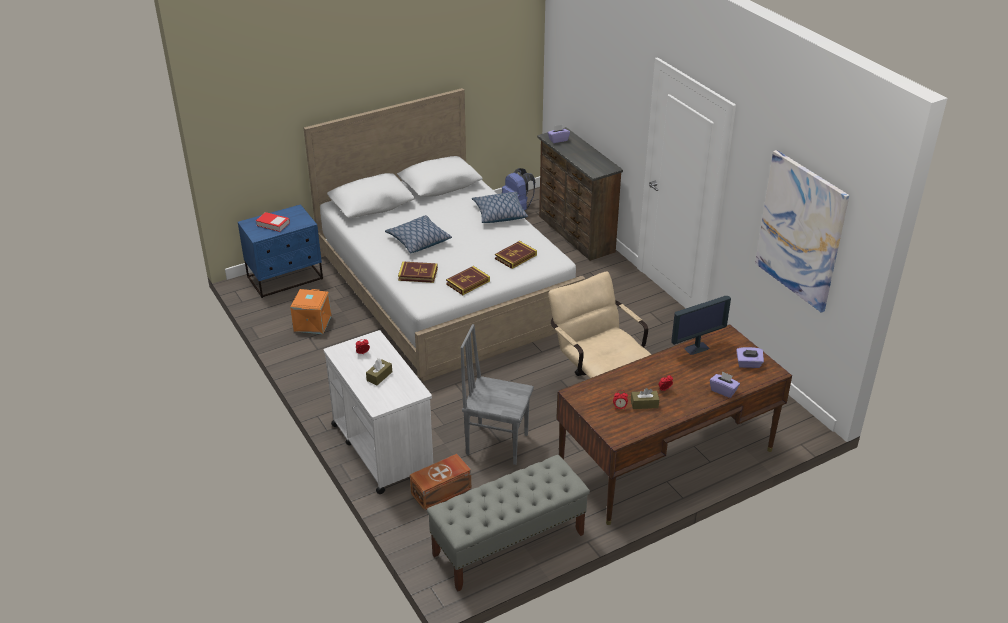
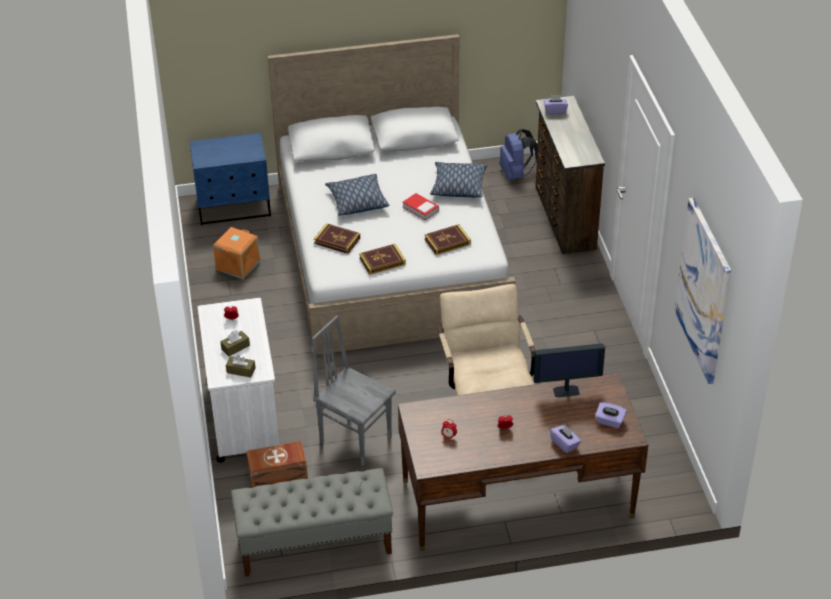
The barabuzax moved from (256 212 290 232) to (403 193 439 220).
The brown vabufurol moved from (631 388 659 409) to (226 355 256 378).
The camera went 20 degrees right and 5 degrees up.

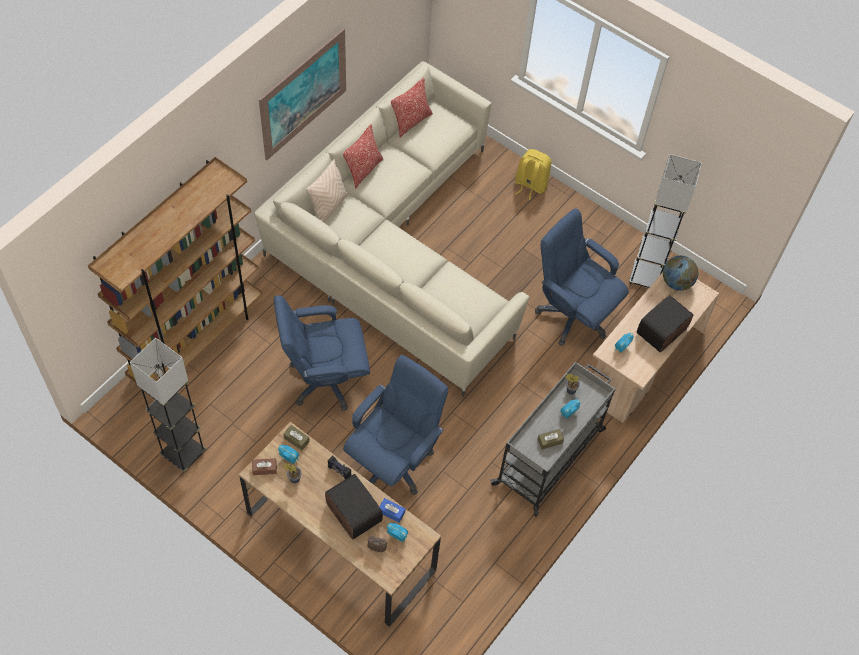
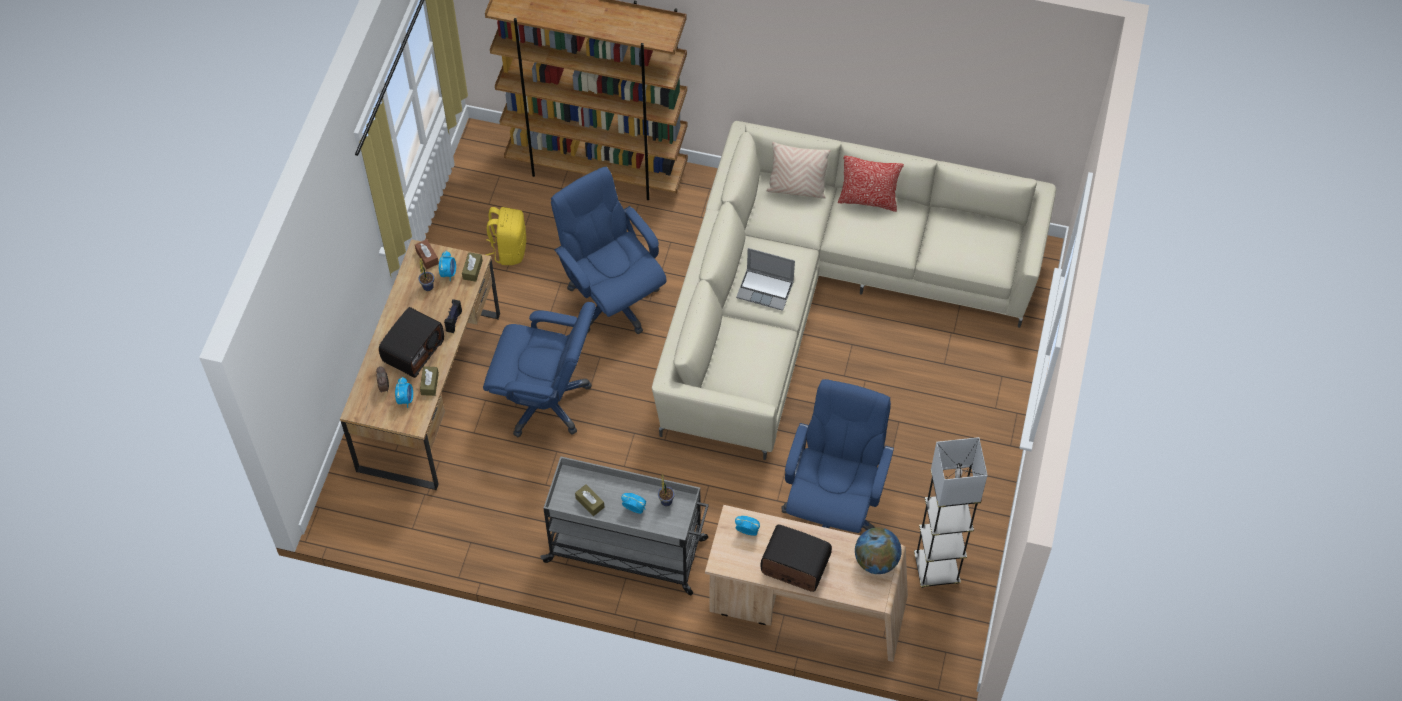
The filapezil at (259 28 346 160) disappeared.
The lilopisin at (391 78 433 138) disappeared.
The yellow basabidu moved from (515 149 551 200) to (485 207 527 265).
The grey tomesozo at (130 338 206 472) disappeared.
The blue vabufurol at (379 498 405 523) became the brown vabufurol at (420 366 439 396).
The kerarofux at (736 248 795 311) appeared.
The camera went 70 degrees right and 0 degrees up.

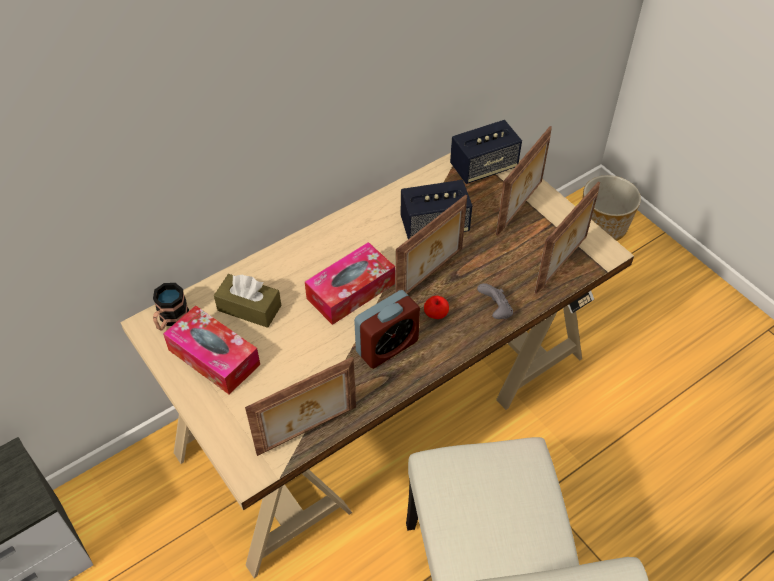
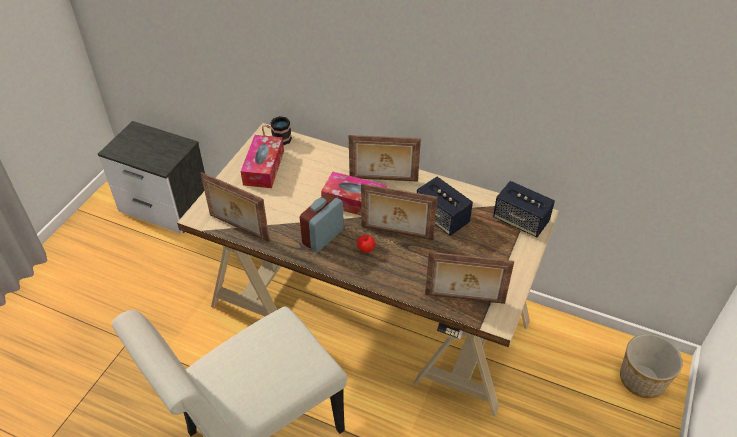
The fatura moved from (496 126 552 236) to (349 135 421 182).
The brown vabufurol at (214 274 281 328) disappeared.
The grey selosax at (477 283 513 319) disappeared.
The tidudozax at (354 290 420 369) turned 105 degrees clockwise.
The camera went 60 degrees right and 5 degrees down.

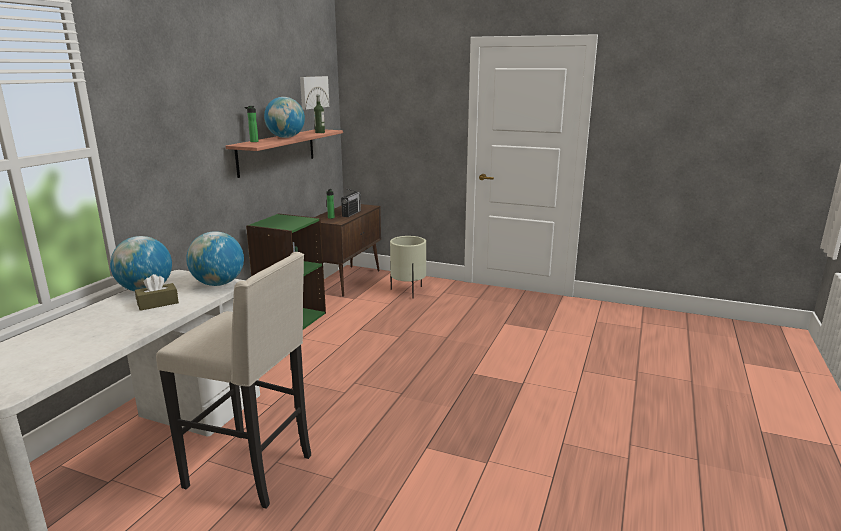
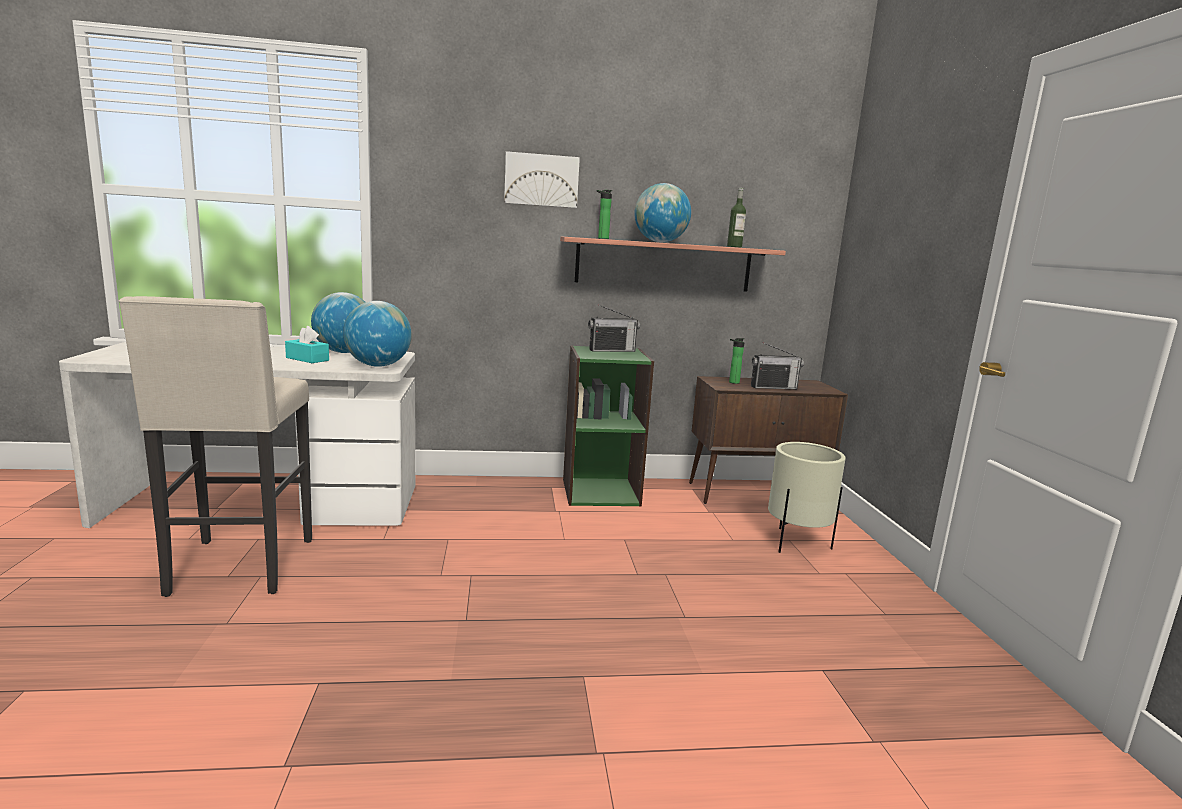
The filapezil moved from (300 76 330 110) to (504 151 580 208).
The brown vabufurol at (135 274 179 311) became the turquoise vabufurol at (285 326 329 363).
The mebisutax at (588 304 640 352) appeared.
The camera went 60 degrees right and 5 degrees down.

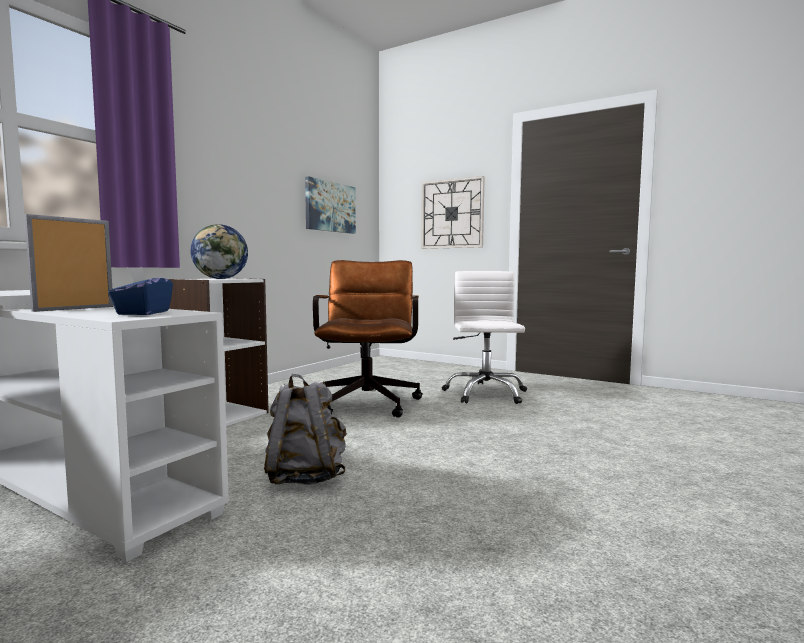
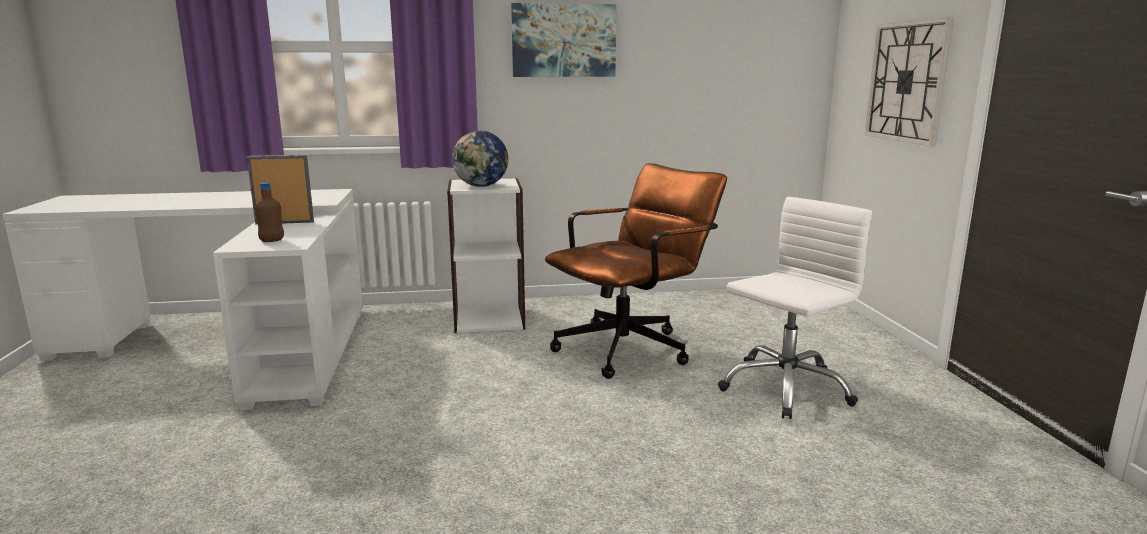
The filapezil moved from (305 176 356 234) to (511 3 617 77).
The blue vabufurol at (108 267 173 315) was replaced by the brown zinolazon at (255 182 284 242).
The grey basabidu at (264 374 347 485) disappeared.
The camera went 50 degrees right and 10 degrees up.

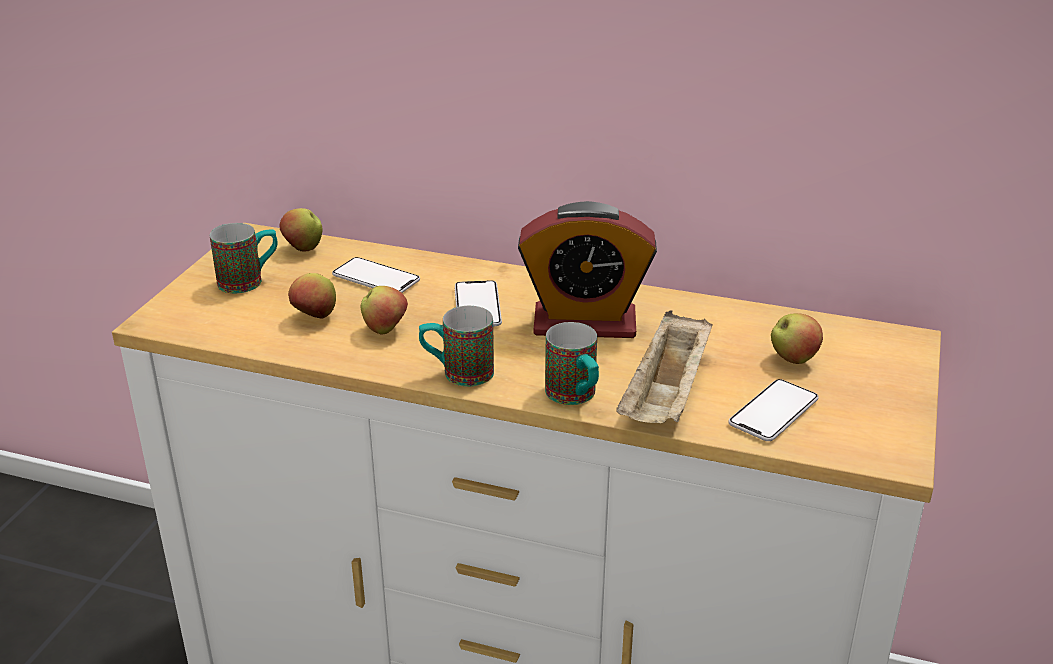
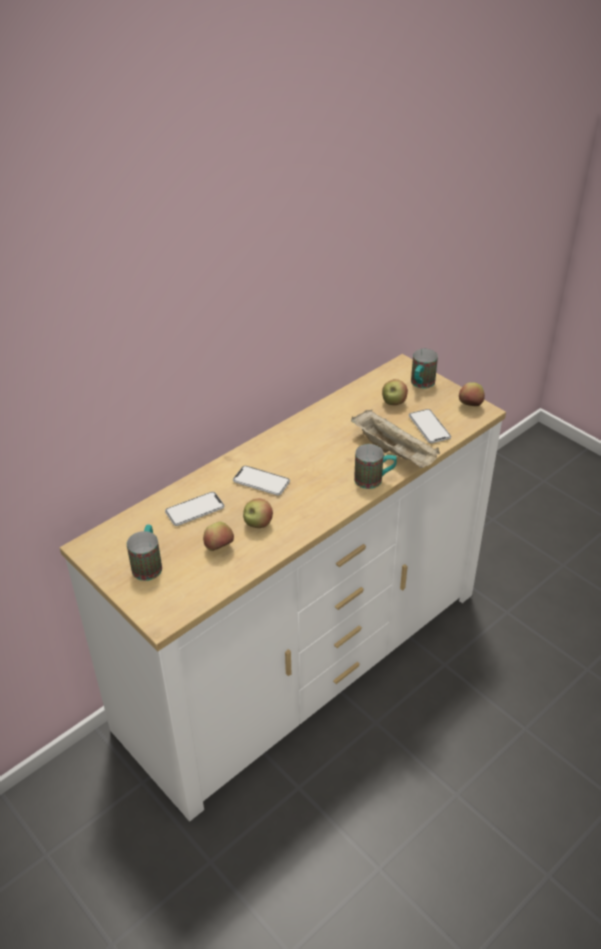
The tidudozax at (518 201 657 338) disappeared.
The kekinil moved from (279 208 323 251) to (459 382 485 406).
The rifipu moved from (419 306 494 386) to (411 349 438 389).
The camera went 60 degrees left and 10 degrees up.

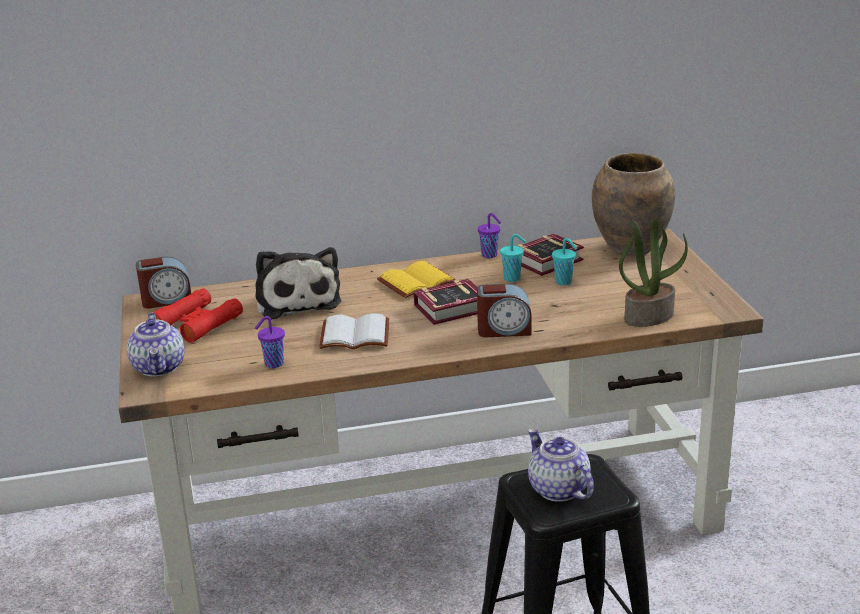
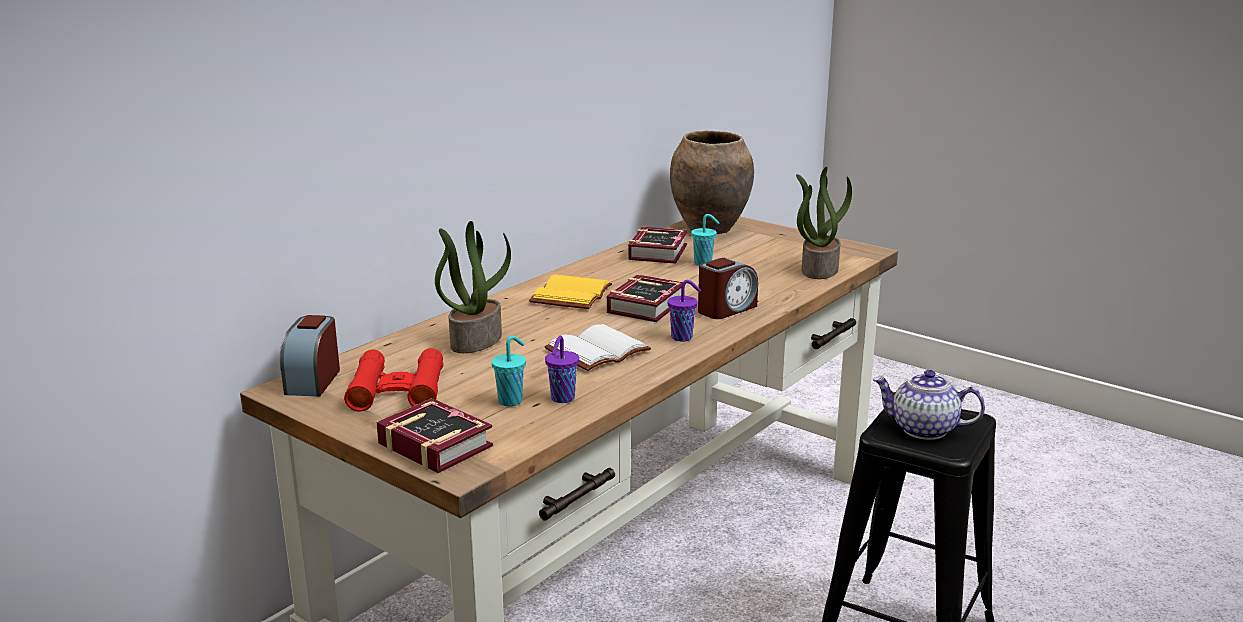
The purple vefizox moved from (478 213 501 258) to (667 280 701 342).
The turquoise vefizox moved from (500 234 526 282) to (491 336 526 406).
The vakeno at (255 247 342 320) was replaced by the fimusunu at (435 221 511 353).
The tidudozax at (136 257 191 309) turned 150 degrees clockwise.
The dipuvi at (127 313 185 377) was replaced by the barabuzax at (377 398 493 473).
The camera went 40 degrees left and 5 degrees down.

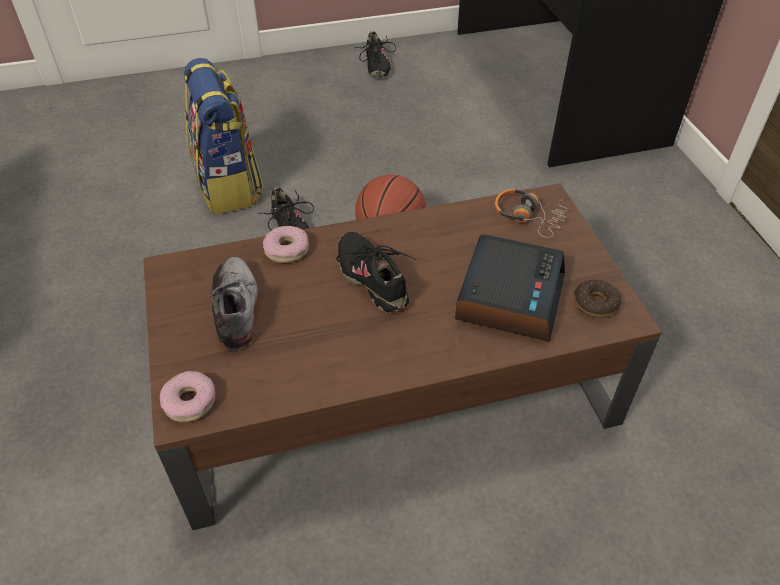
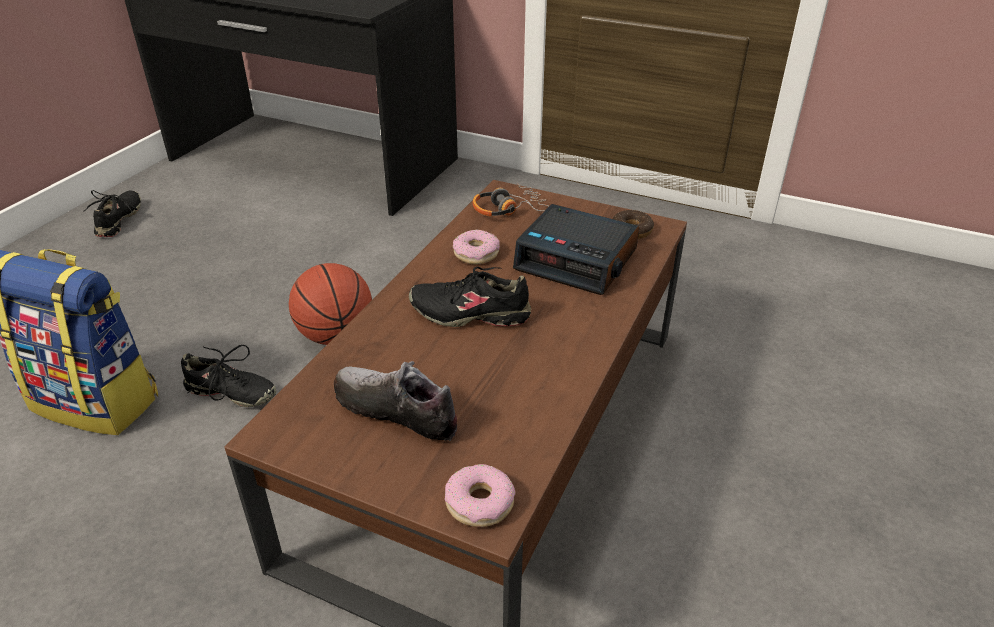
The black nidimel at (355 31 396 77) turned 120 degrees counterclockwise.
The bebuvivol moved from (263 226 309 263) to (453 230 500 264).
The tidudozax at (455 234 565 342) turned 150 degrees clockwise.
The camera went 50 degrees left and 10 degrees down.

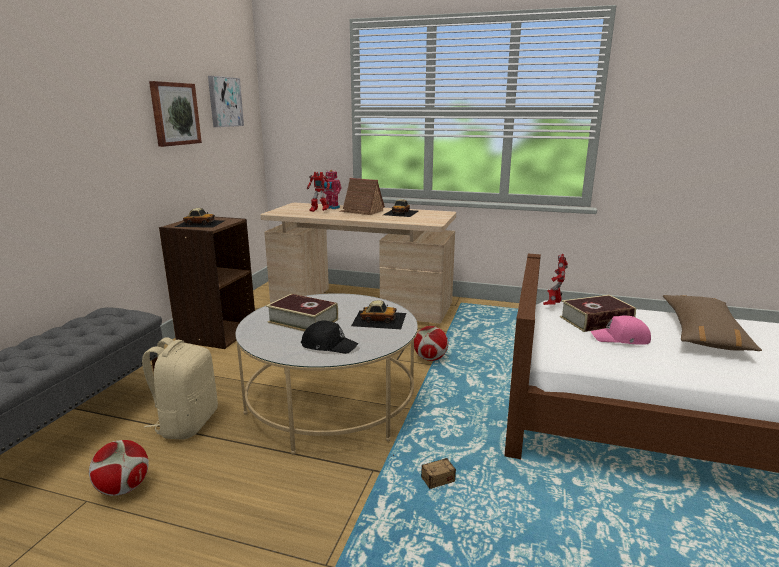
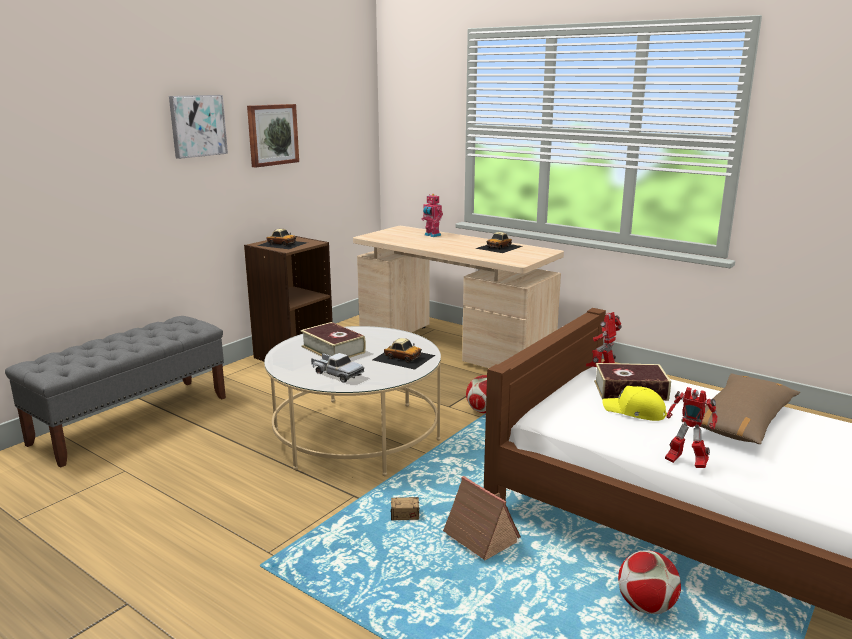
The filapezil moved from (208 76 244 127) to (169 95 228 159).
The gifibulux moved from (307 172 330 212) to (665 387 718 468).
The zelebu moved from (339 178 385 215) to (443 476 521 561).
The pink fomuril at (591 315 651 345) became the yellow fomuril at (602 386 667 421).
The black fomuril at (301 321 359 354) was replaced by the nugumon at (311 353 364 383).
The beige basabidu at (142 337 218 440) disappeared.
The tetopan moved from (89 440 149 496) to (618 550 681 614).
The camera went 20 degrees right and 0 degrees up.

